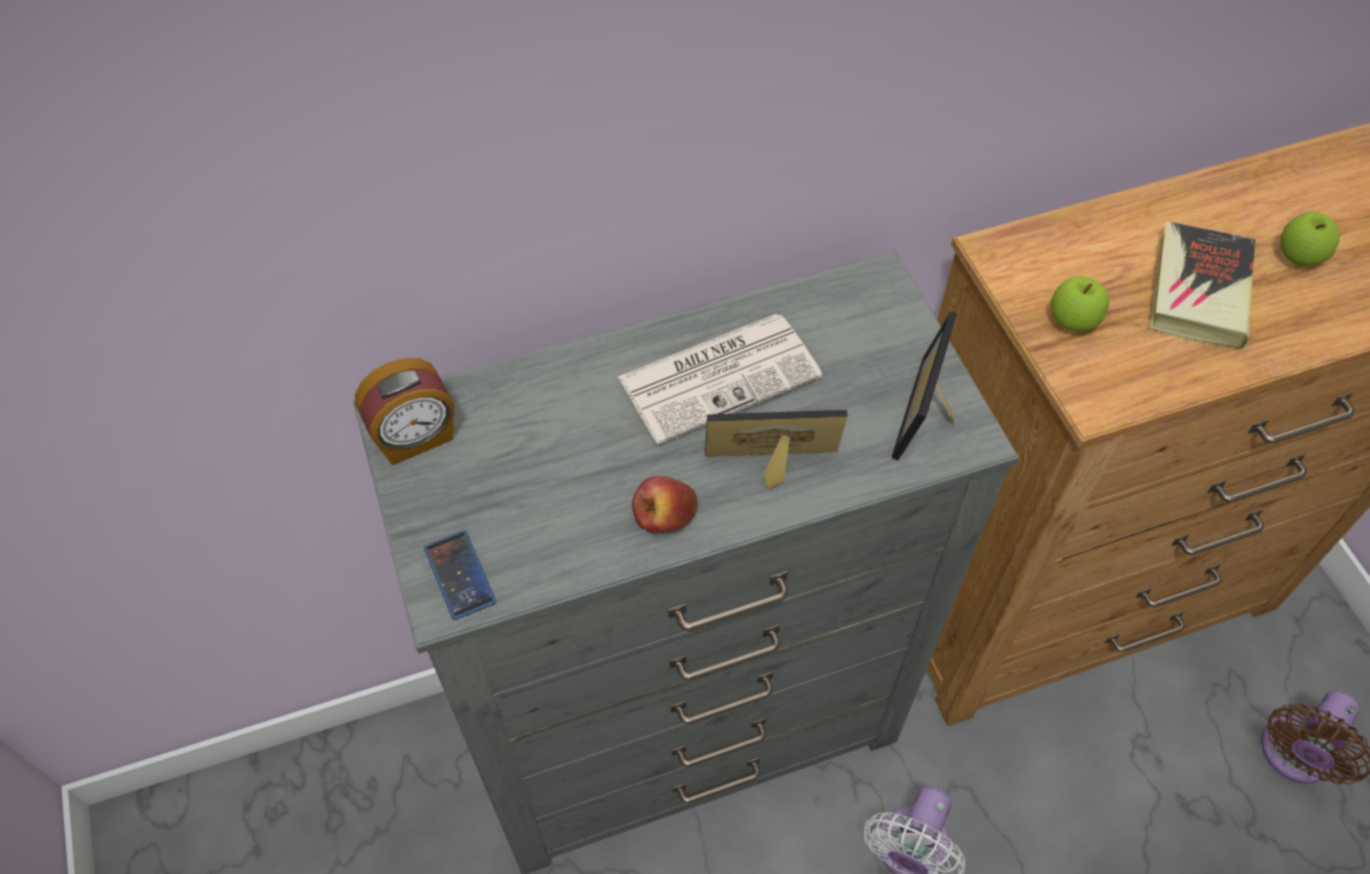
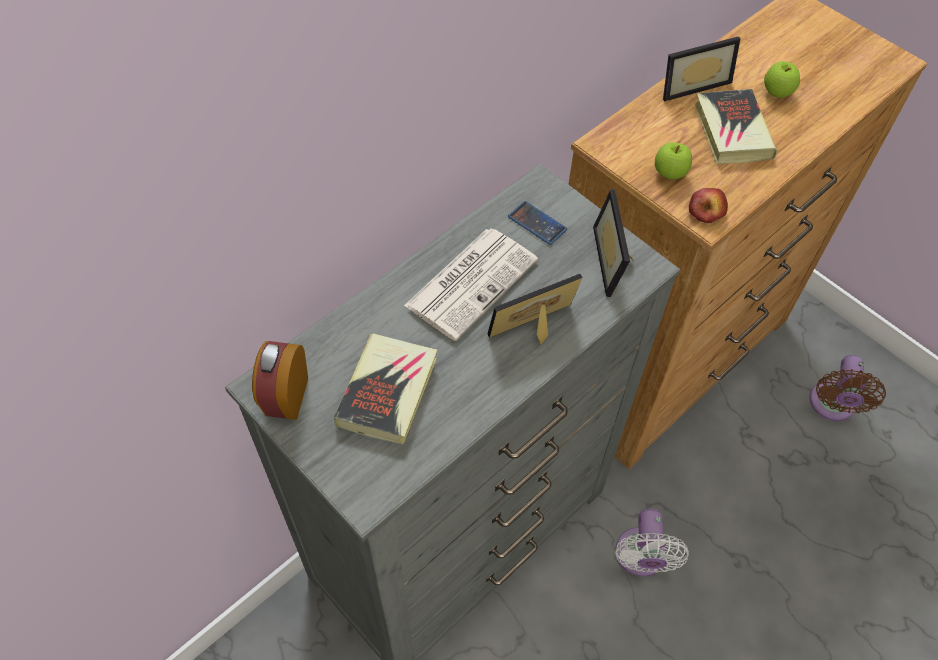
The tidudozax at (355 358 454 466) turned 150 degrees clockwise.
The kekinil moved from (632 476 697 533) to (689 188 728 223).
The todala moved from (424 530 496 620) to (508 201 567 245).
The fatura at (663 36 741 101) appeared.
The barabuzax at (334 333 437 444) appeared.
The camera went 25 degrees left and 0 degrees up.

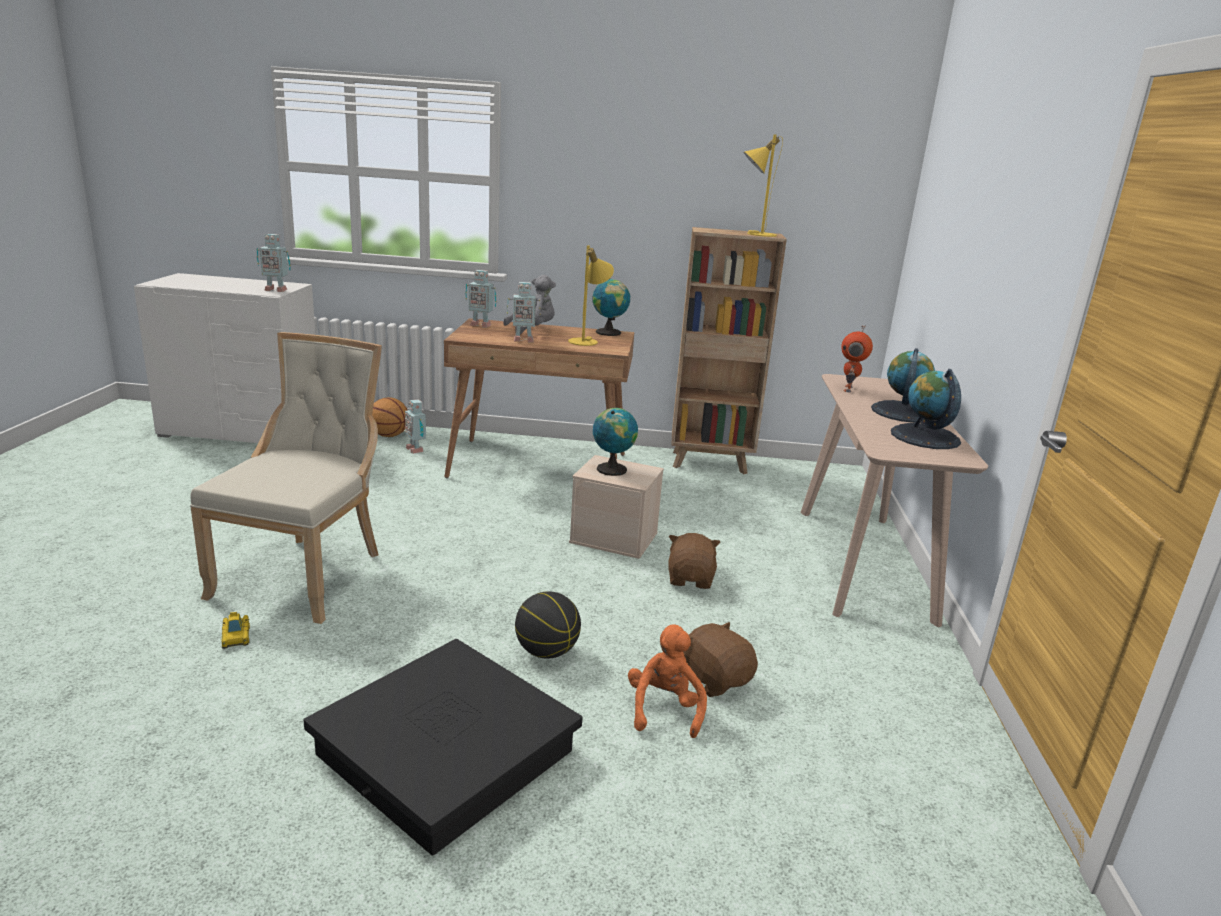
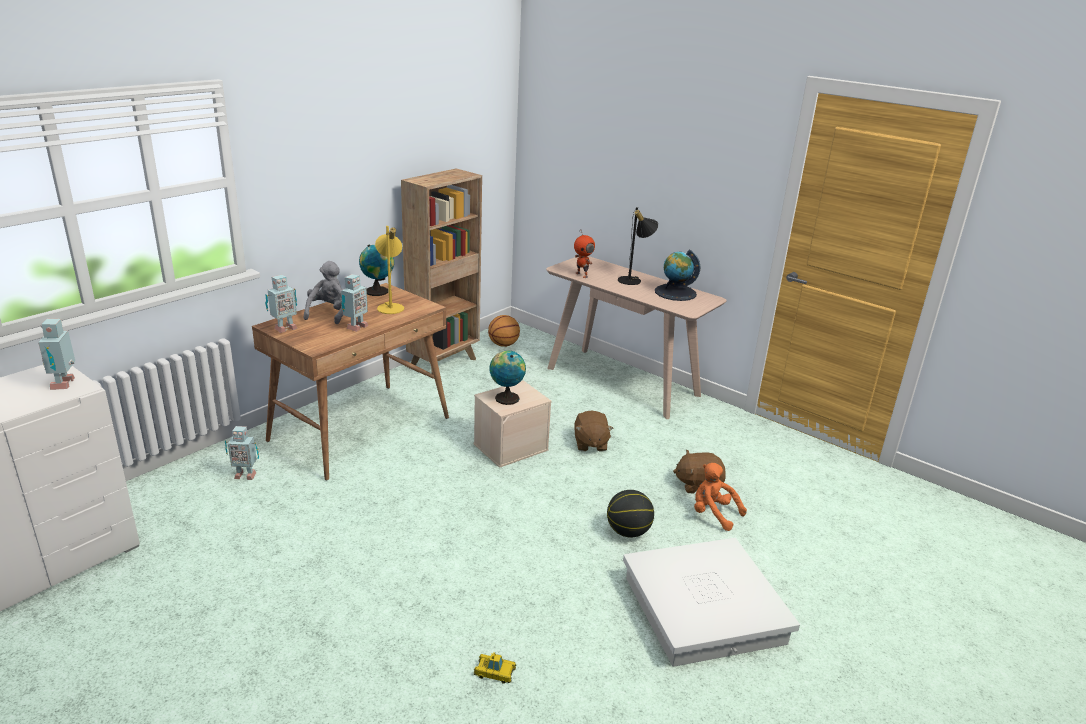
The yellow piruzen at (744 134 783 237) disappeared.
The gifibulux at (256 234 290 292) turned 135 degrees clockwise.
The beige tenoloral at (190 332 382 624) disappeared.
The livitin at (871 348 935 423) was replaced by the black piruzen at (618 207 658 285).
The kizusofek moved from (372 397 408 437) to (488 315 520 347).
The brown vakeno at (668 533 720 589) turned 135 degrees counterclockwise.
The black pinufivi at (303 639 583 856) became the white pinufivi at (623 538 800 667).
The camera went 55 degrees left and 5 degrees up.

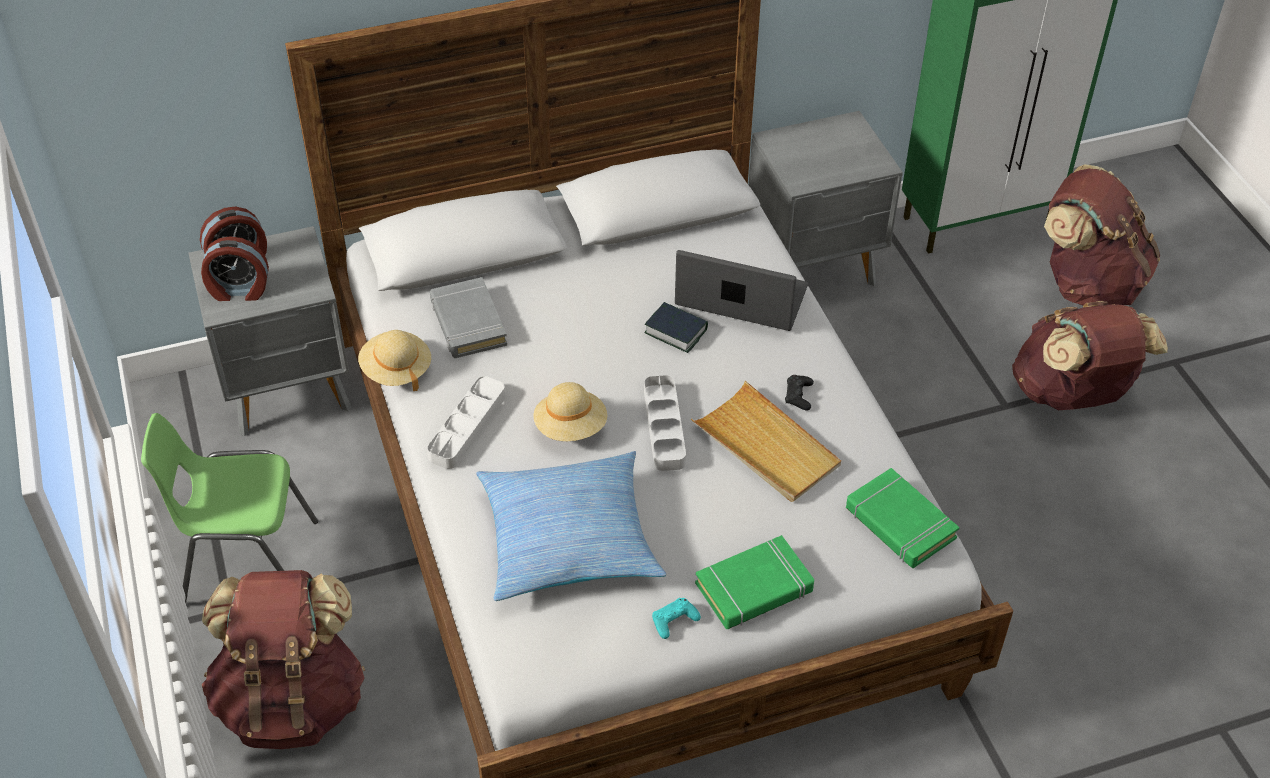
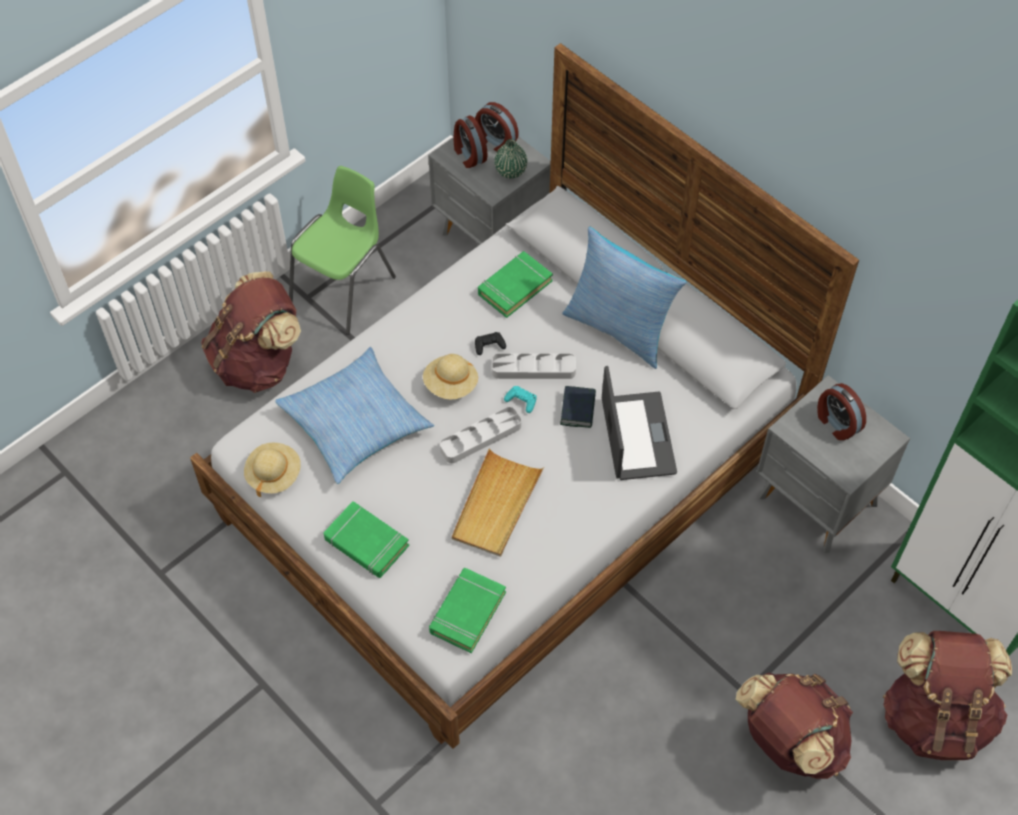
The grey barabuzax at (430 277 507 358) became the green barabuzax at (478 251 553 318).
The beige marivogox moved from (358 330 431 391) to (244 442 301 497).
The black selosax moved from (785 375 814 410) to (475 332 506 355).
The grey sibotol moved from (427 376 505 469) to (492 353 576 379).
The green tenoloral at (141 413 318 603) turned 60 degrees clockwise.
The turquoise selosax moved from (652 598 701 639) to (504 386 537 413).
The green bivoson at (494 139 527 179) appeared.
The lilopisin at (562 227 687 369) appeared.
The tidudozax at (817 383 866 440) appeared.
The camera went 65 degrees right and 10 degrees up.

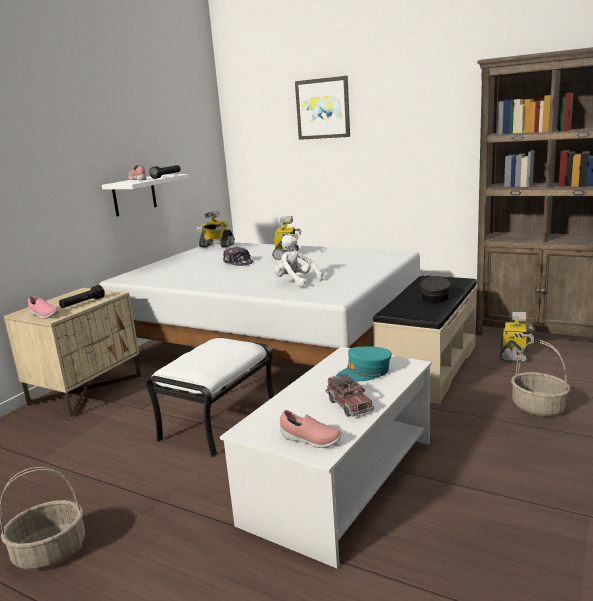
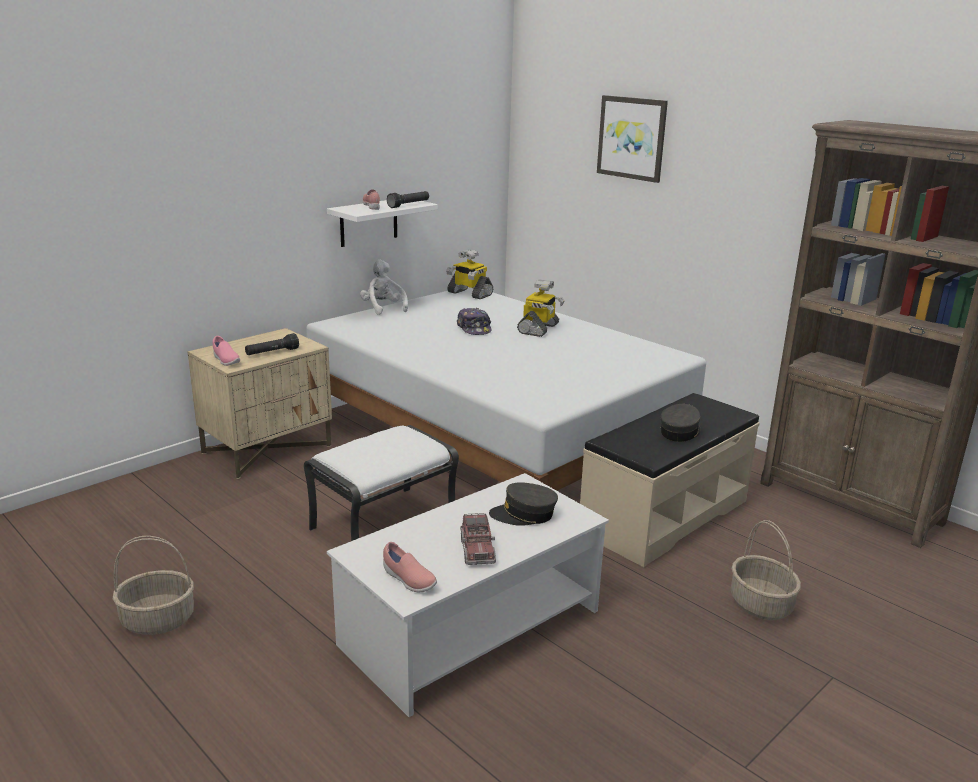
The white vakeno moved from (275 235 323 287) to (360 260 408 315).
The gifibulux at (500 312 534 363) disappeared.
The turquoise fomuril at (336 347 392 381) became the grey fomuril at (489 482 558 526).
The camera went 15 degrees right and 5 degrees up.

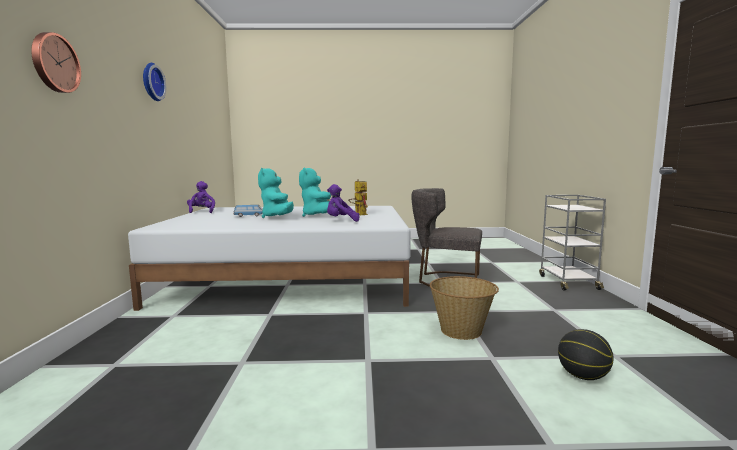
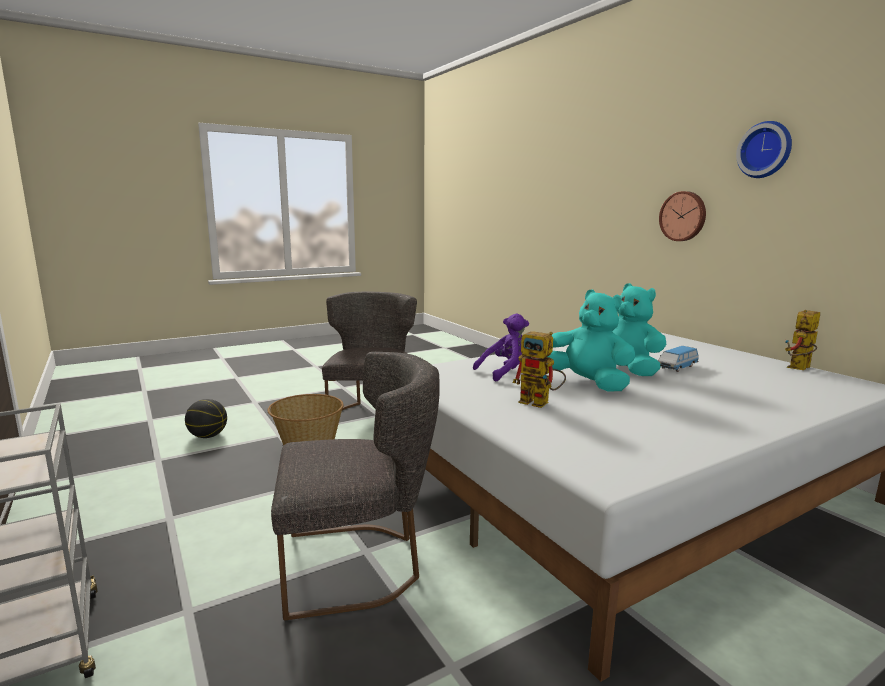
The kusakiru moved from (31 32 81 93) to (659 191 706 241).
The purple vakeno at (187 181 215 213) was replaced by the gifibulux at (785 310 820 370).
The grey tenoloral at (322 292 417 411) appeared.
The camera went 150 degrees right and 5 degrees up.

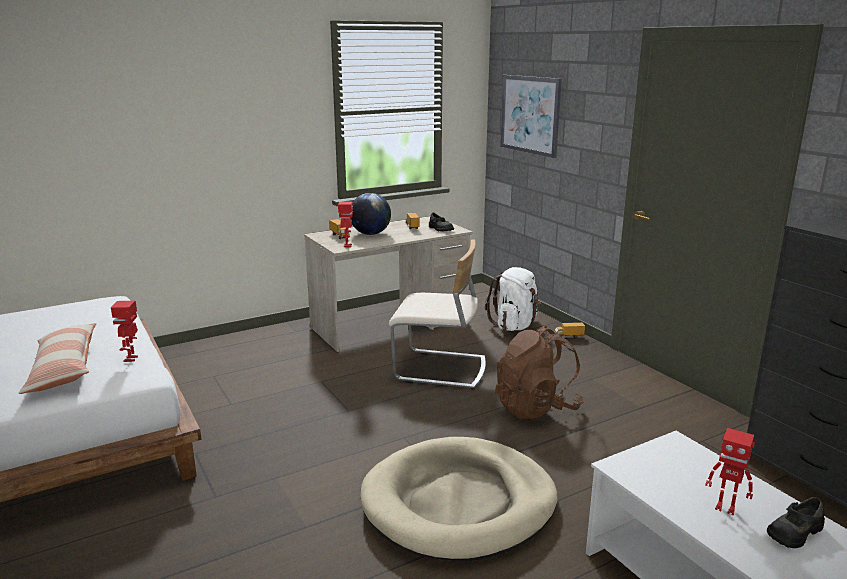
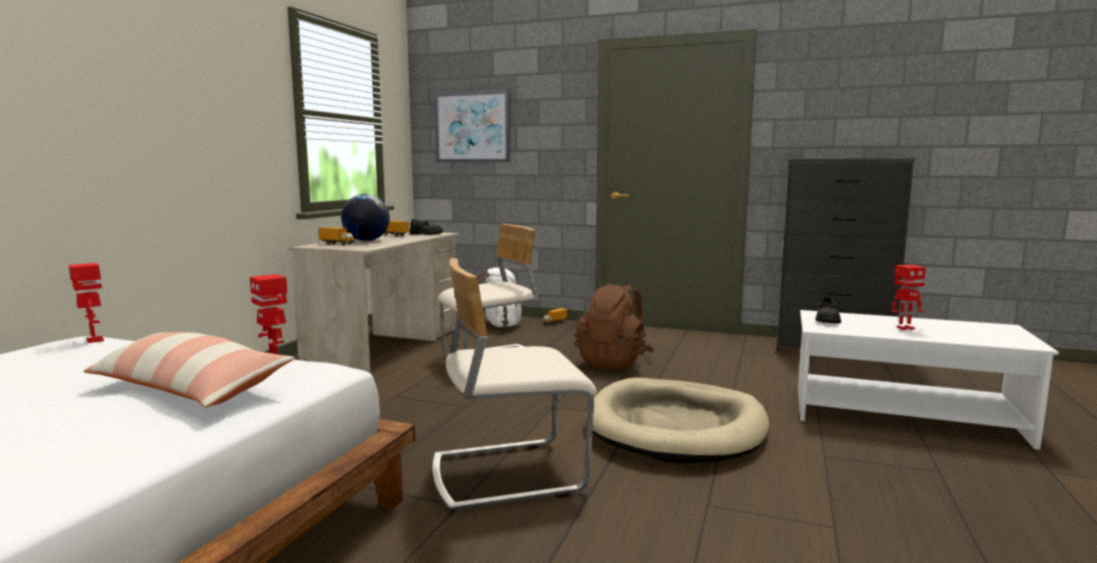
The gifibulux moved from (338 201 353 248) to (69 263 104 343).
The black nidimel moved from (767 497 825 548) to (815 296 841 324).
The beige tenoloral at (432 258 597 513) appeared.
The camera went 40 degrees left and 10 degrees down.

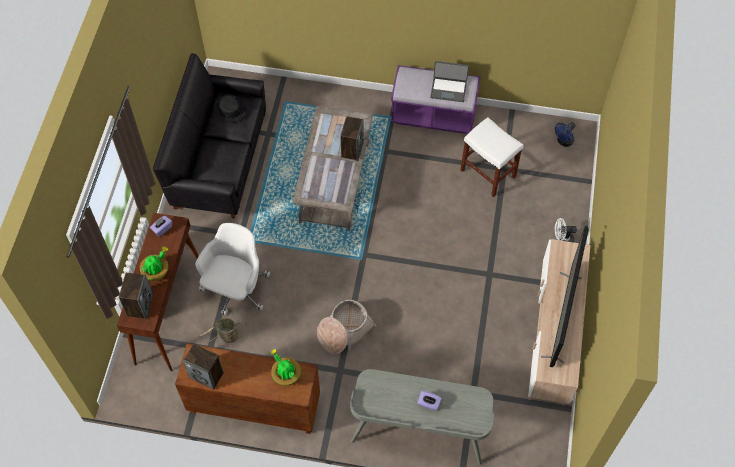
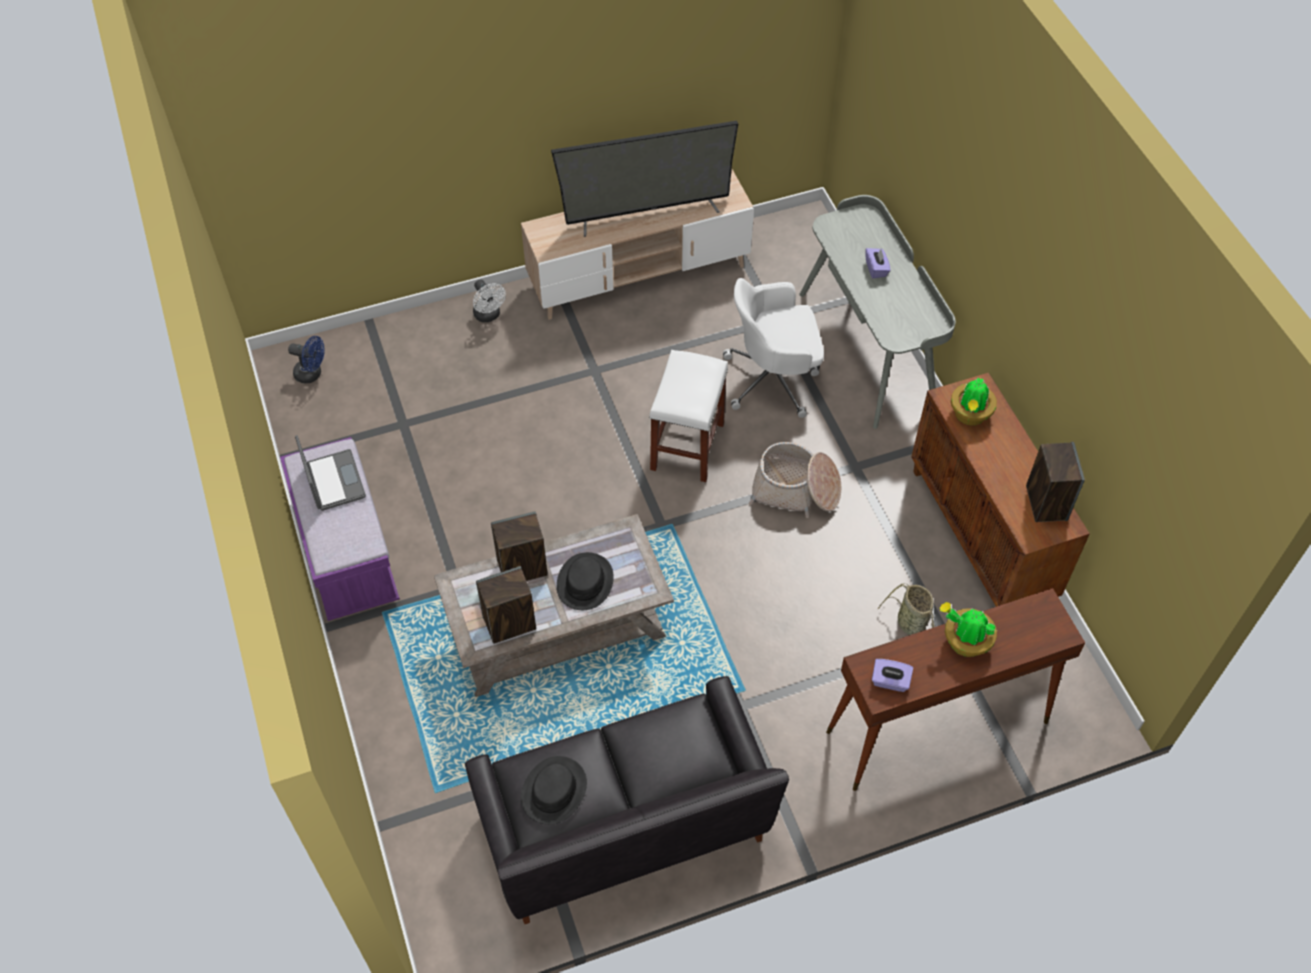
The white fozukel moved from (460 117 524 197) to (649 350 728 482).
The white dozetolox moved from (195 223 270 315) to (723 278 824 418).
The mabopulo moved from (119 273 153 319) to (476 566 536 644).
The black marivogox at (557 552 614 610) appeared.
The camera went 120 degrees left and 5 degrees down.

